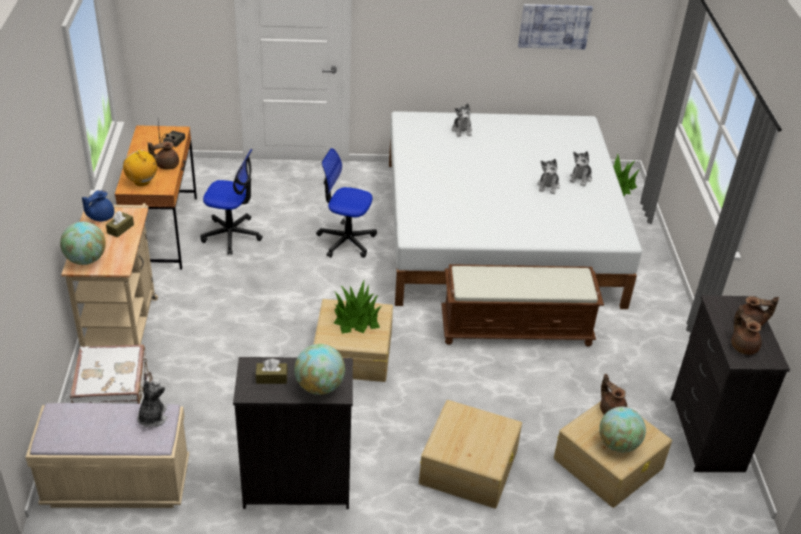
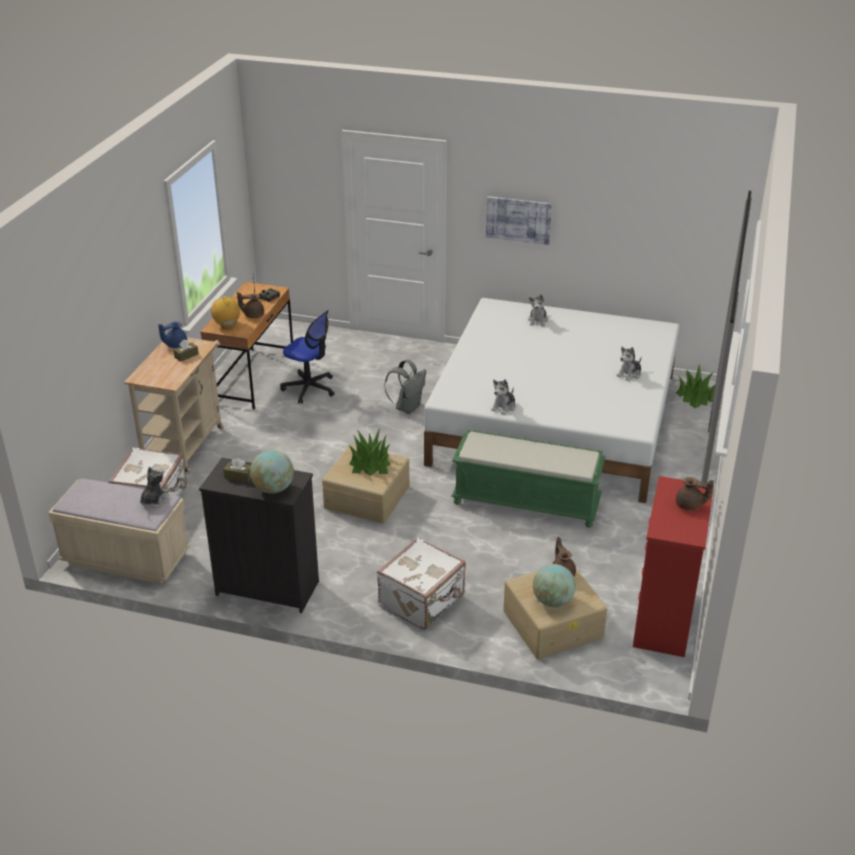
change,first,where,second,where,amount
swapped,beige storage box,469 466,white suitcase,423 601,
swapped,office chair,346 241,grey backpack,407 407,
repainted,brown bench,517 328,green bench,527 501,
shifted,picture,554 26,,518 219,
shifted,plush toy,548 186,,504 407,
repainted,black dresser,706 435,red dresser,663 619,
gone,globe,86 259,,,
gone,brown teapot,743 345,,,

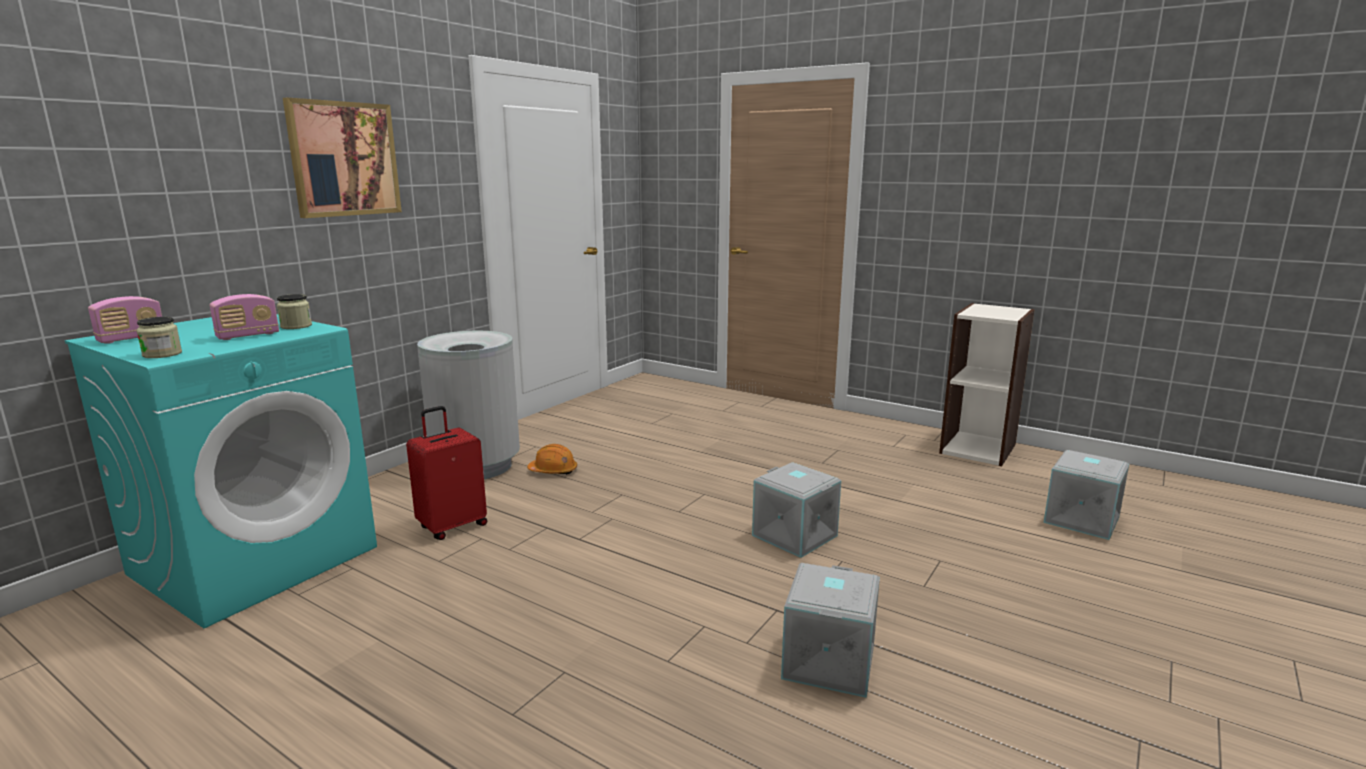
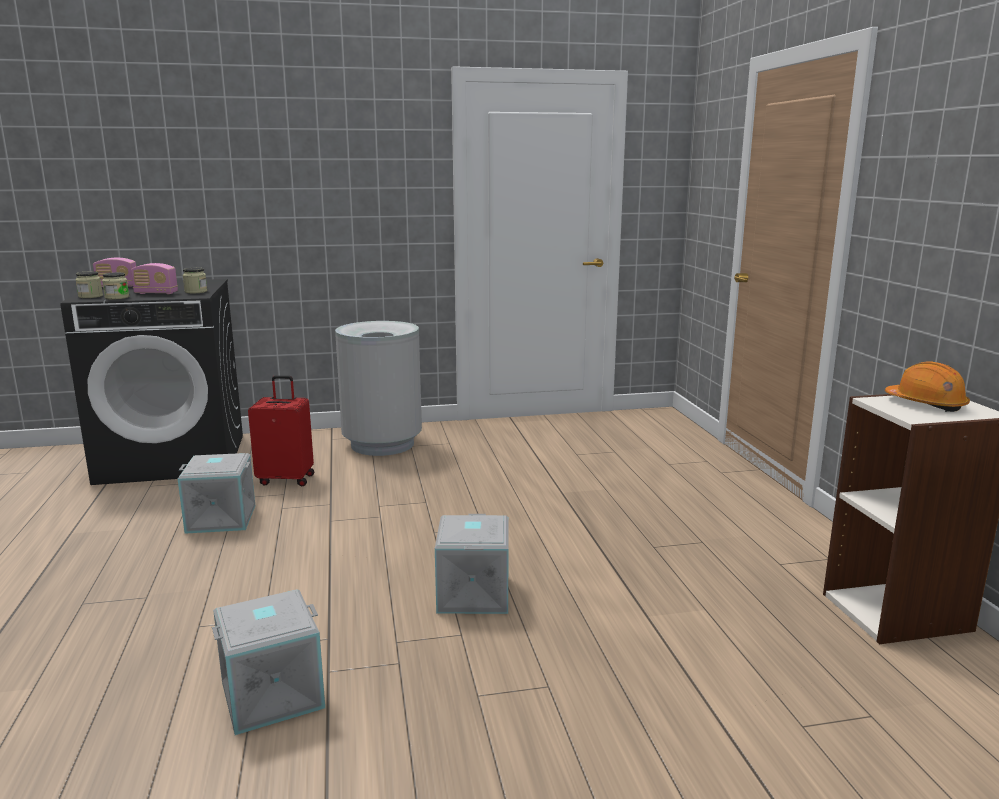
change,first,where,second,where,amount
repainted,turquoise washing machine,256 559,black washing machine,174 458,
new,,,jar,117 297,
shifted,grey storage box,1080 519,,222 518,
shifted,orange hard hat,553 471,,926 404,
gone,picture,344 159,,,

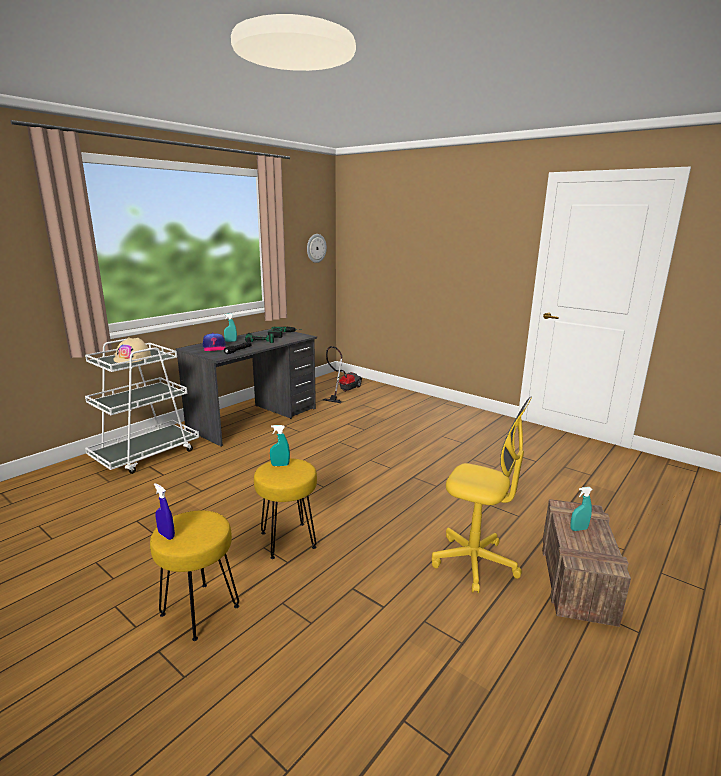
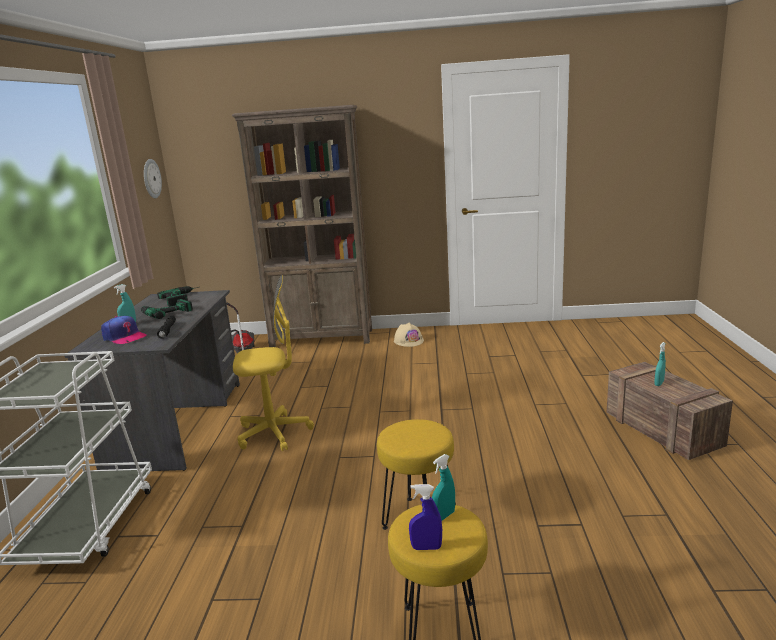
change,first,where,second,where,amount
new,,,brown bookcase,322 338,
shifted,yellow office chair,474 563,,274 433,
shifted,beige hard hat,133 358,,408 341,
shifted,turquoise spray bottle,280 465,,444 516,

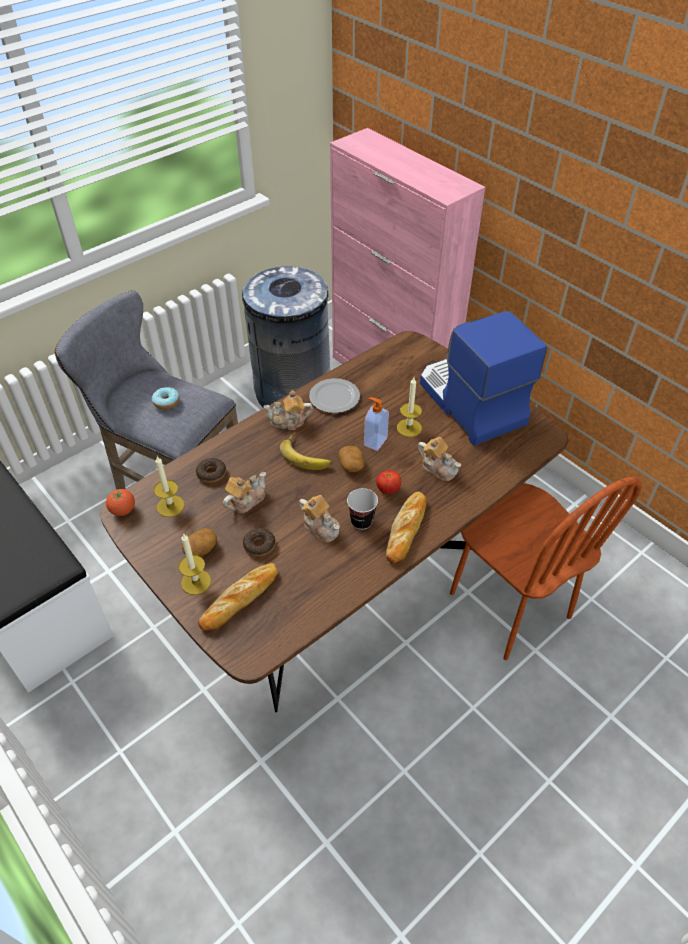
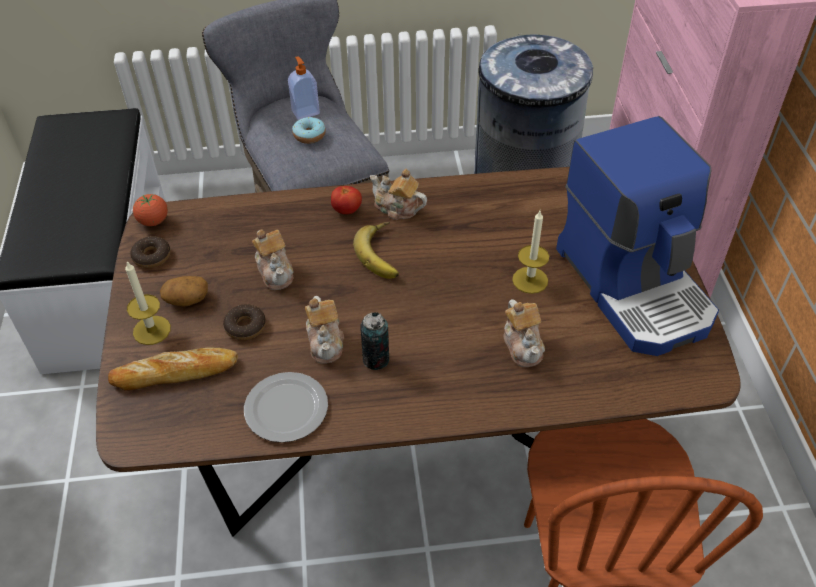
change,first,where,second,where,amount
shifted,donut,211 473,,152 256,
shifted,plate,334 397,,287 408,
rotated,teapot,246 500,,275 271,75 degrees clockwise
shifted,soap dispenser,374 441,,305 112,
shifted,tomato,388 489,,347 210,
swapped,cup,361 521,can,376 359,
rotated,coffee machine,469 403,,636 286,150 degrees clockwise
gone,candle,170 506,,,
gone,potato,352 465,,,
gone,bread,406 529,,,

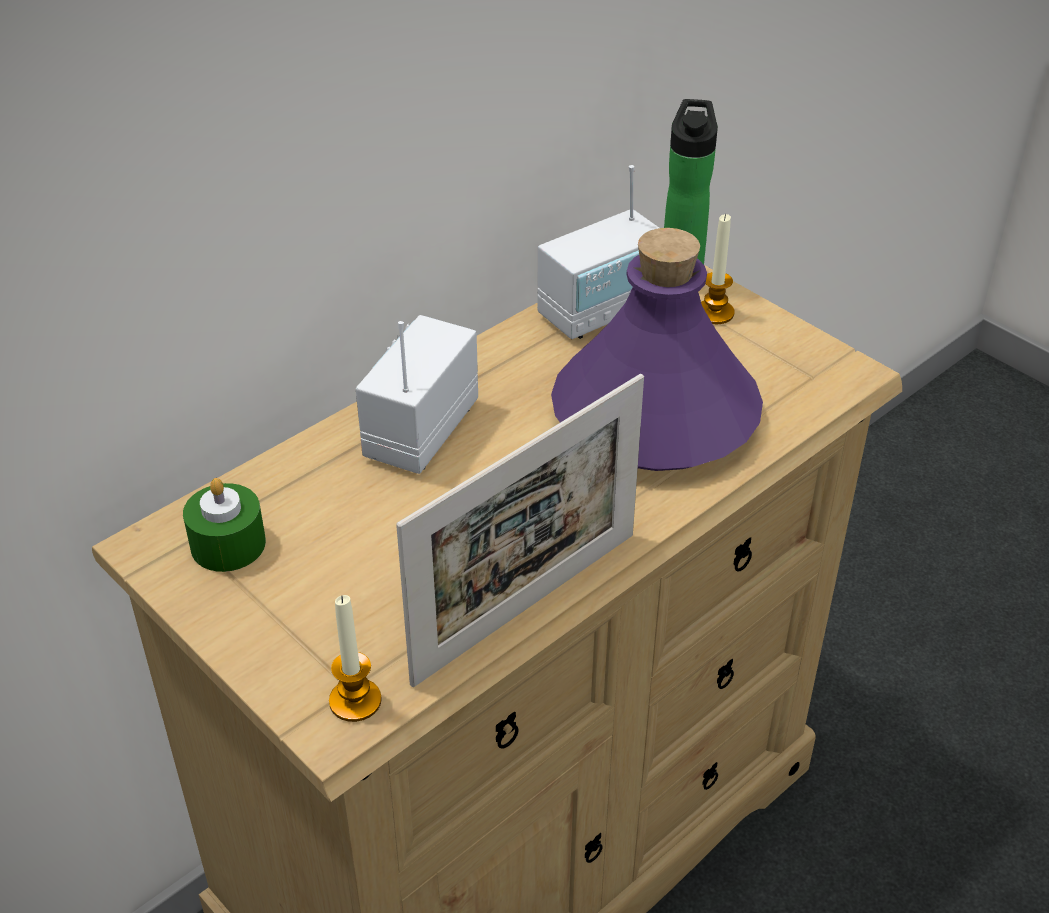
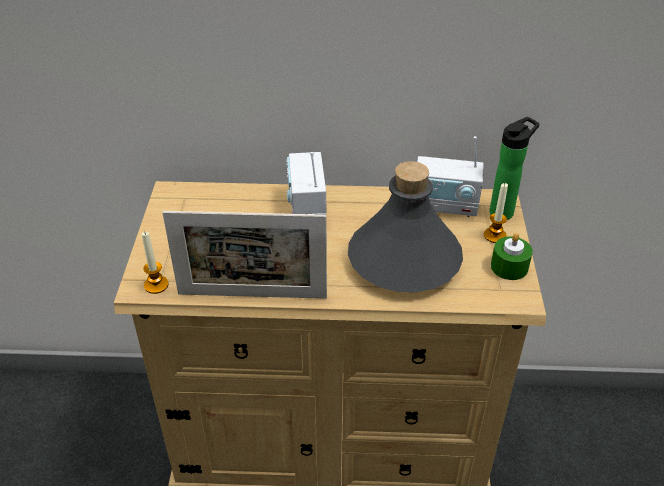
change,first,where,second,where,amount
rotated,radio,420 431,,307 209,75 degrees counterclockwise
repainted,purple bottle,656 415,grey bottle,405 260,
shifted,green candle,228 544,,509 267,

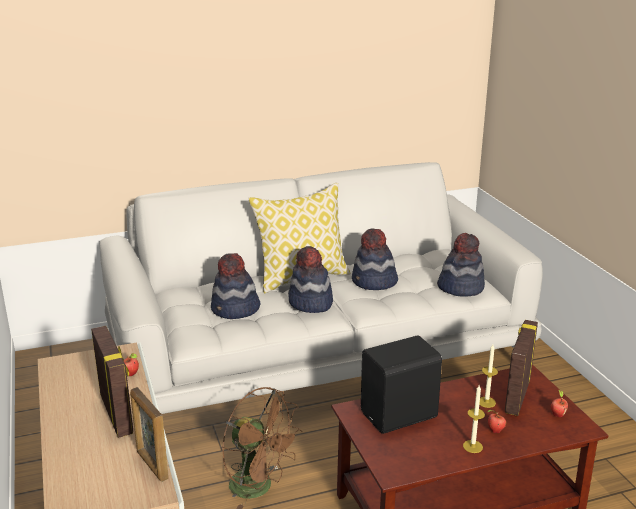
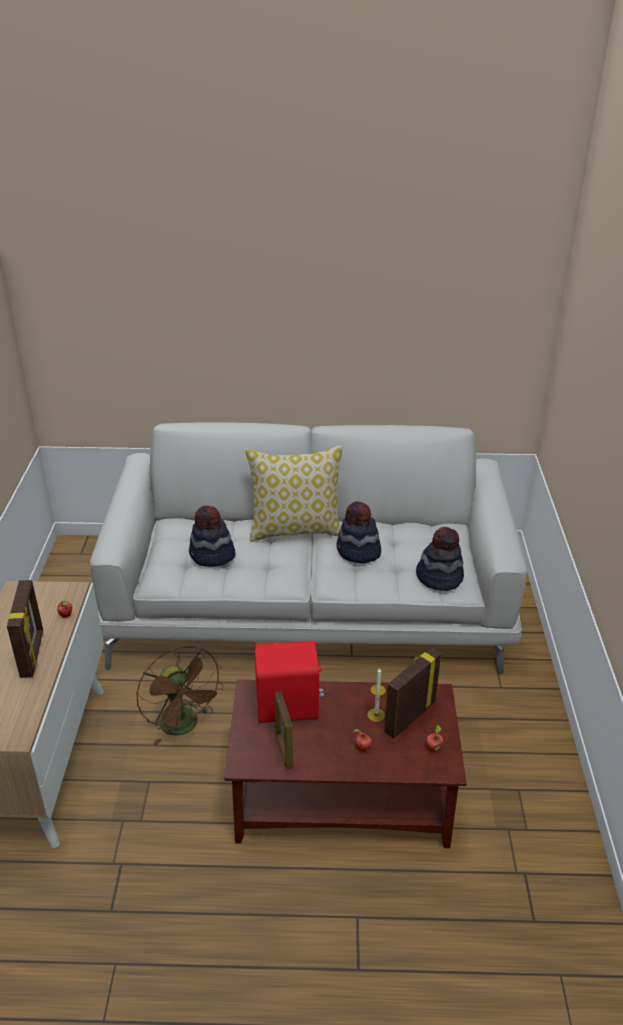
change,first,where,second,where,amount
repainted,black speaker,401 416,red speaker,288 708,
shifted,picture frame,152 465,,284 751,
gone,hat,310 303,,,
gone,candle,472 446,,,

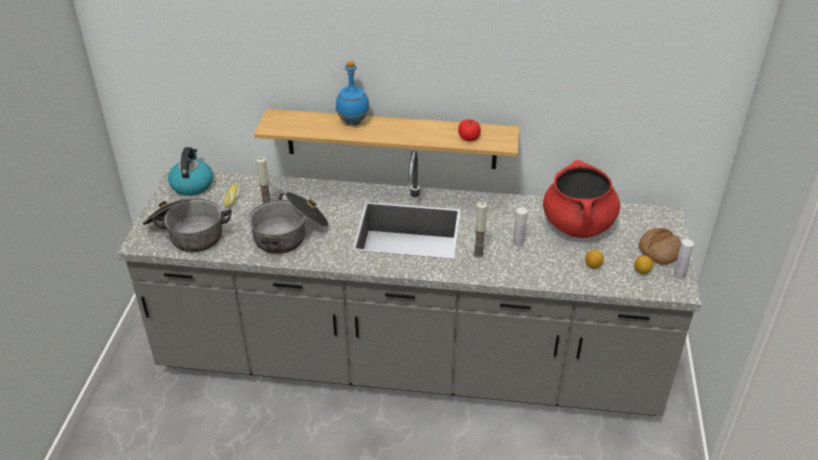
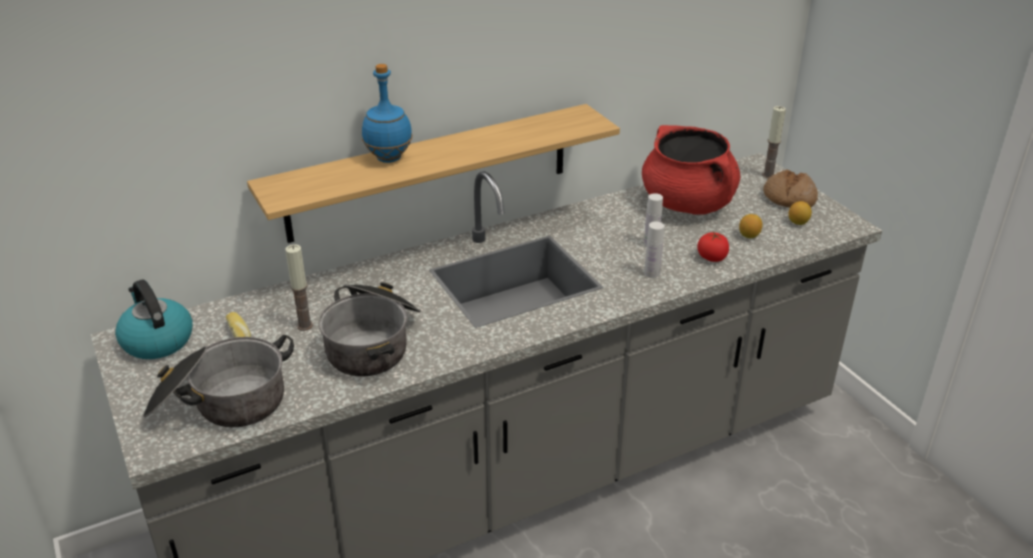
change,first,where,second,where,amount
shifted,white bottle,679 275,,652 273,
shifted,tomato,469 138,,712 258,
shifted,candle,478 254,,768 175,

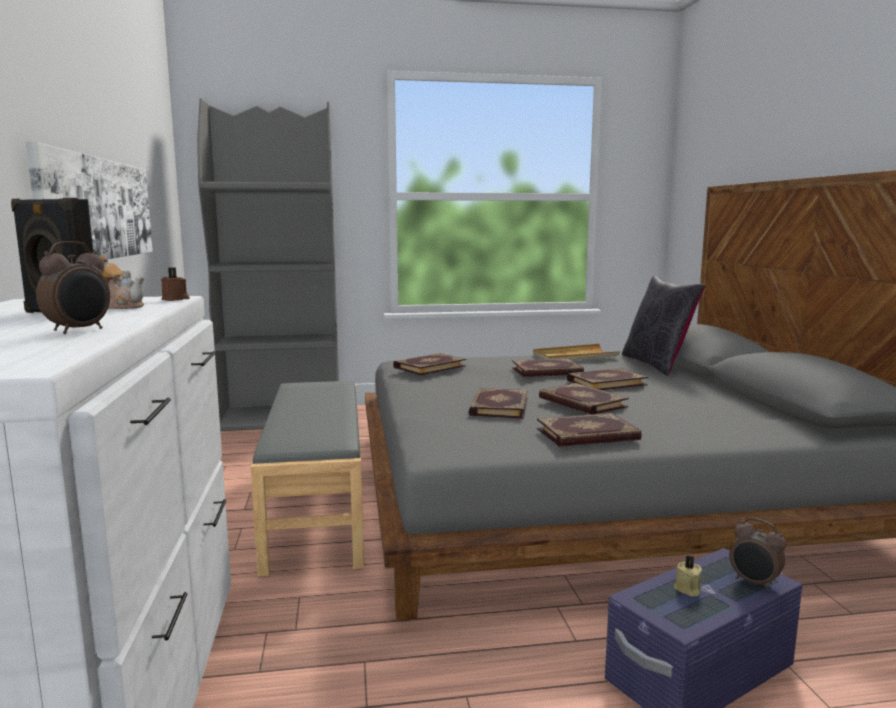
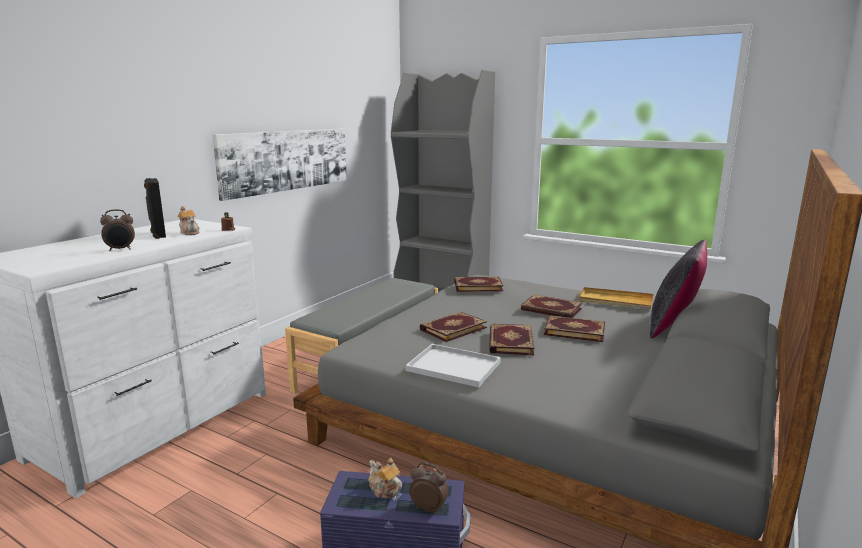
change,first,where,second,where,amount
swapped,beige candle,687 589,teapot,384 489,
swapped,book,588 435,white tray,451 366,
rotated,alarm clock,754 583,,429 508,120 degrees clockwise

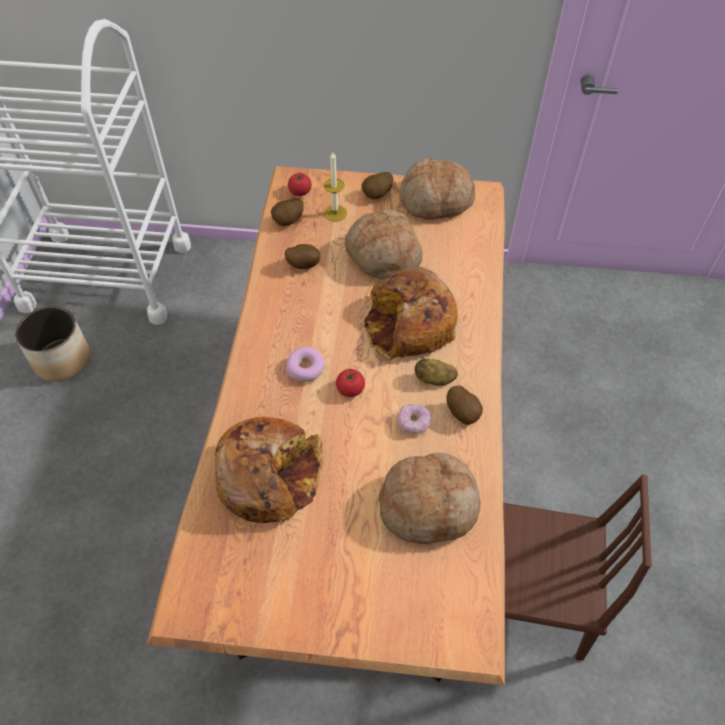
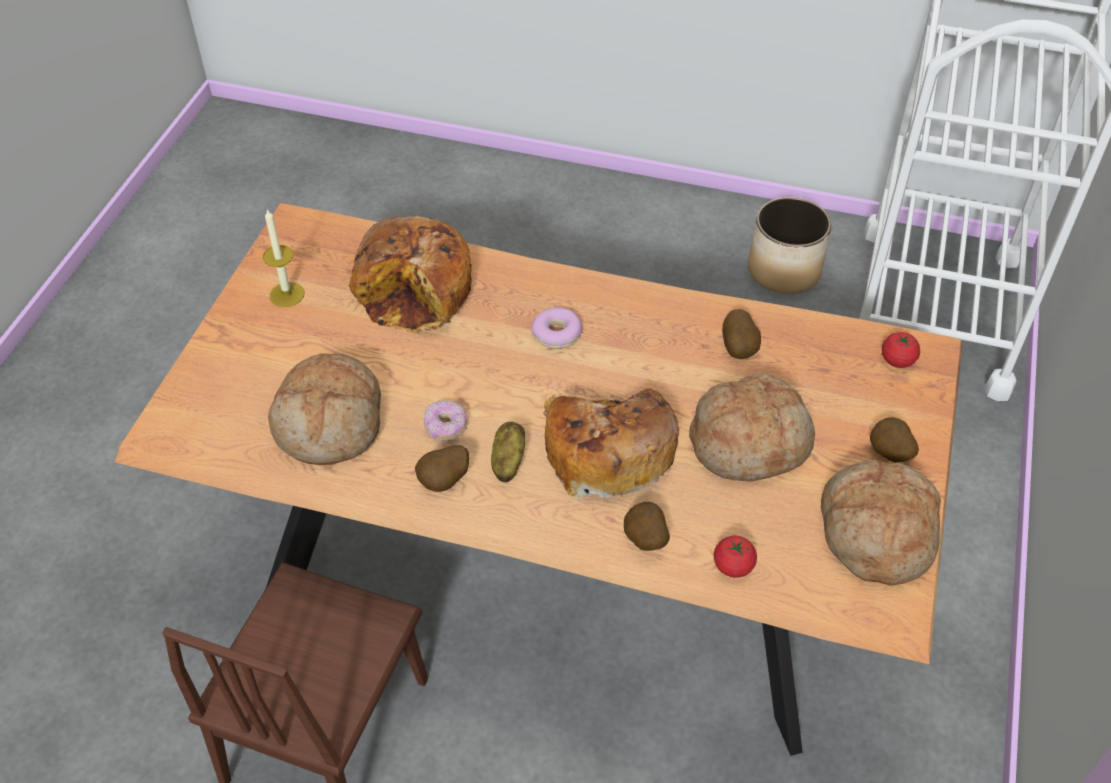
change,first,where,second,where,amount
shifted,candle,335 213,,287 294,
shifted,potato,289 222,,644 540,
shifted,tomato,350 389,,733 566,

